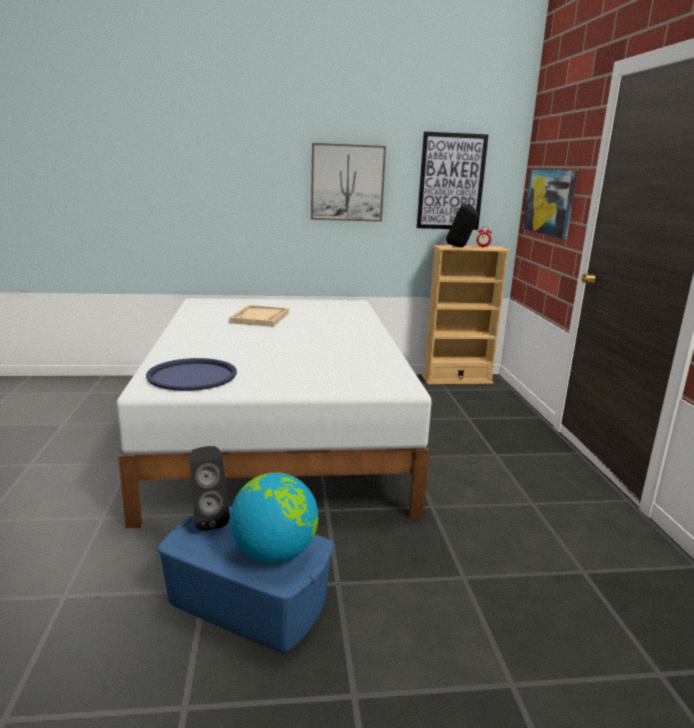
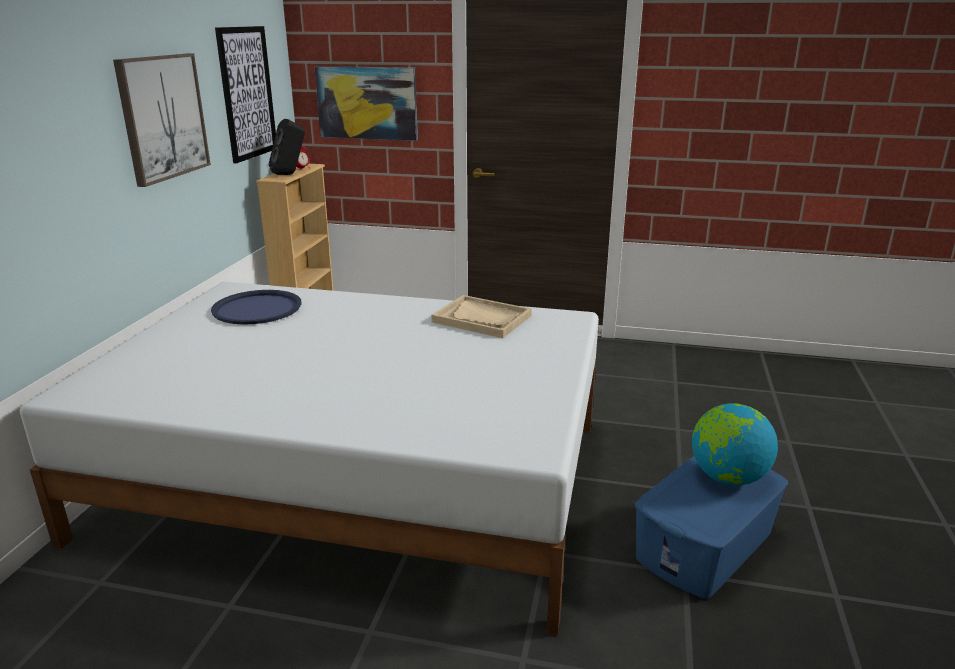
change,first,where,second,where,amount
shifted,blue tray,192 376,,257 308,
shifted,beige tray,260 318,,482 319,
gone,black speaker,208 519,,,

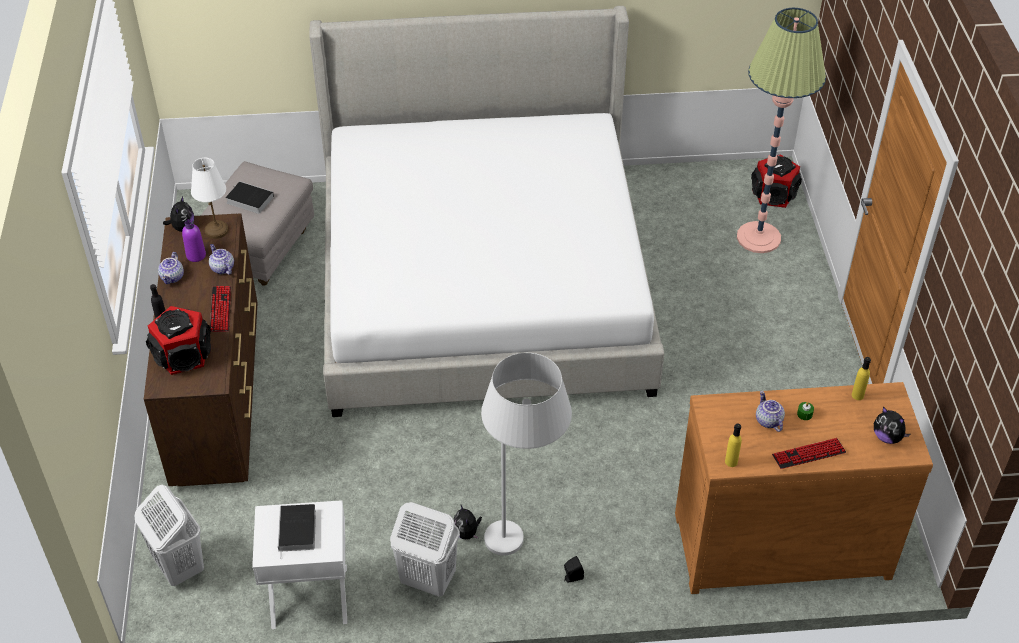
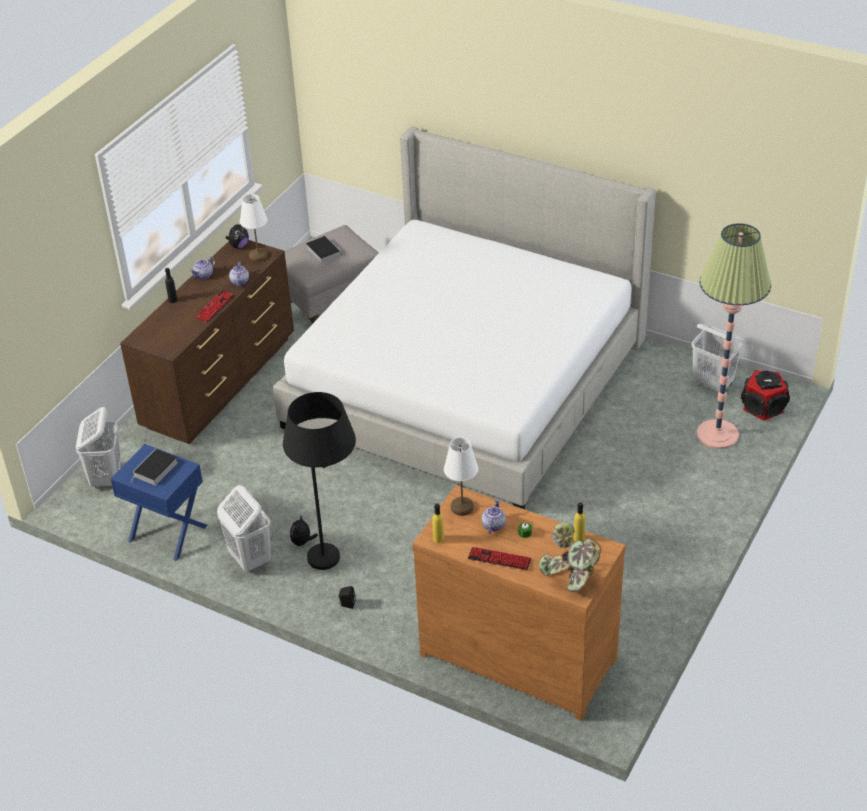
change,first,where,second,where,amount
repainted,white nightstand,309 597,blue nightstand,167 534,
repainted,white floor lamp,524 545,black floor lamp,333 568,
new,,,white table lamp,462 507,
swapped,plush toy,887 437,potted plant,571 575,
new,,,white laundry basket,713 384,
gone,speaker,184 356,,,
gone,purple bottle,196 255,,,

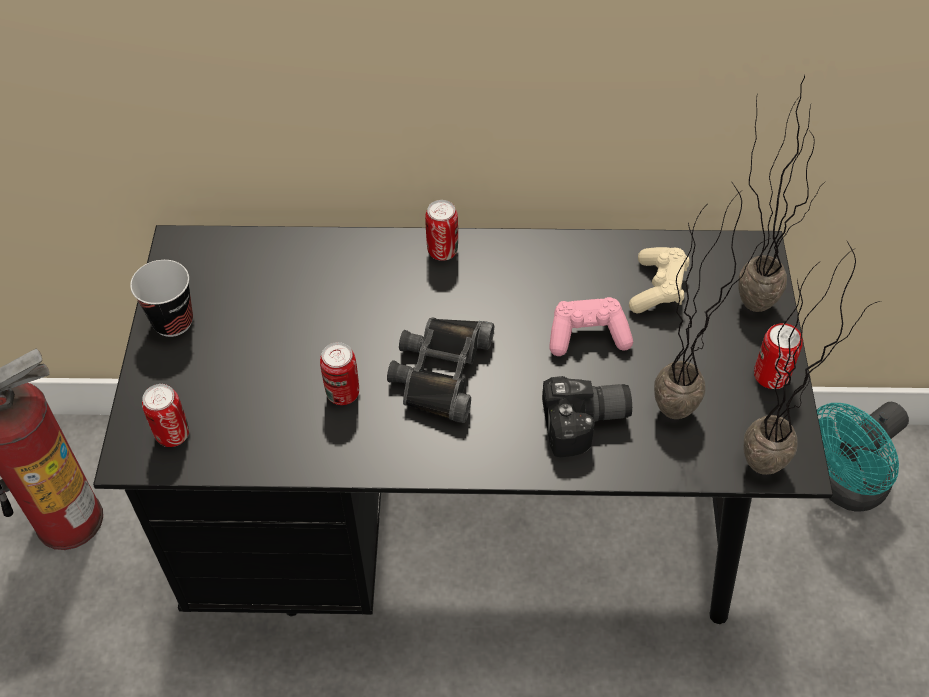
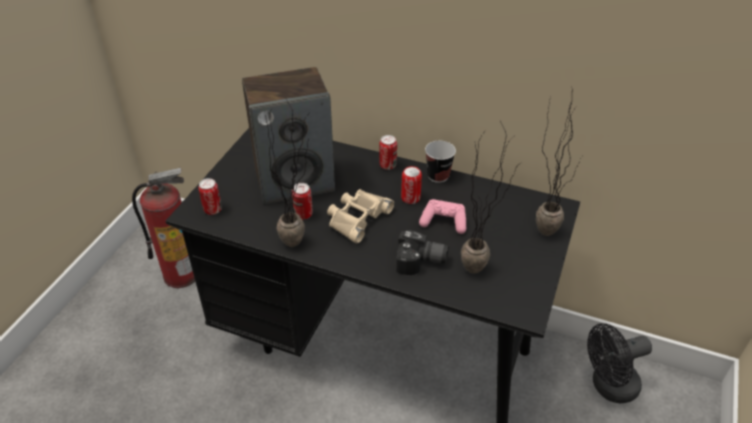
change,first,where,second,where,amount
new,,,speaker,295 181,
shifted,potted plant,774 457,,301 241,
repainted,black binoculars,439 371,beige binoculars,357 218,
shifted,can,771 375,,410 198,
shifted,cup,173 321,,438 176,
repainted,turquoise fan,843 488,black fan,608 386,
gone,beige game controller,658 289,,,

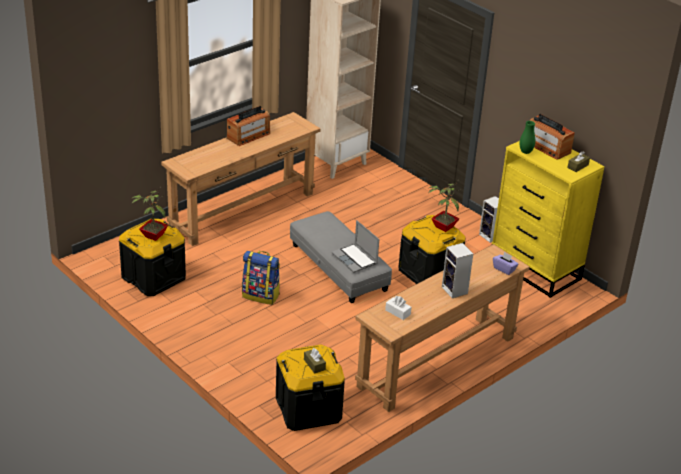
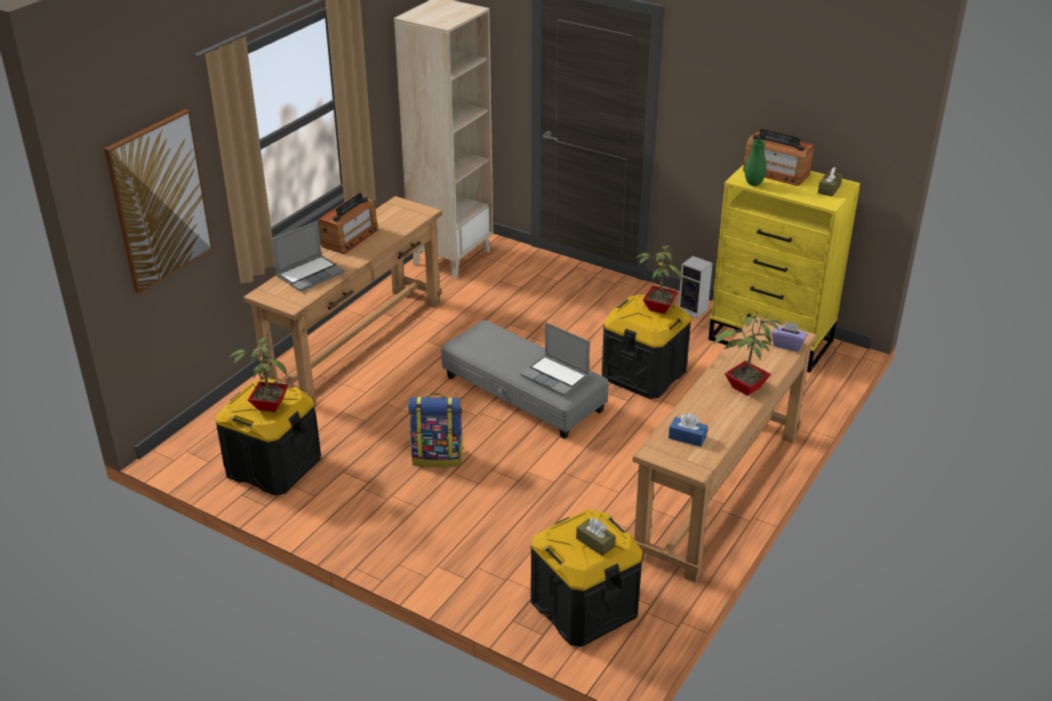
change,first,where,second,where,amount
new,,,picture,159 201,
new,,,laptop,310 274,
repainted,white tissue box,397 312,blue tissue box,687 437,
swapped,speaker,455 291,potted plant,744 389,

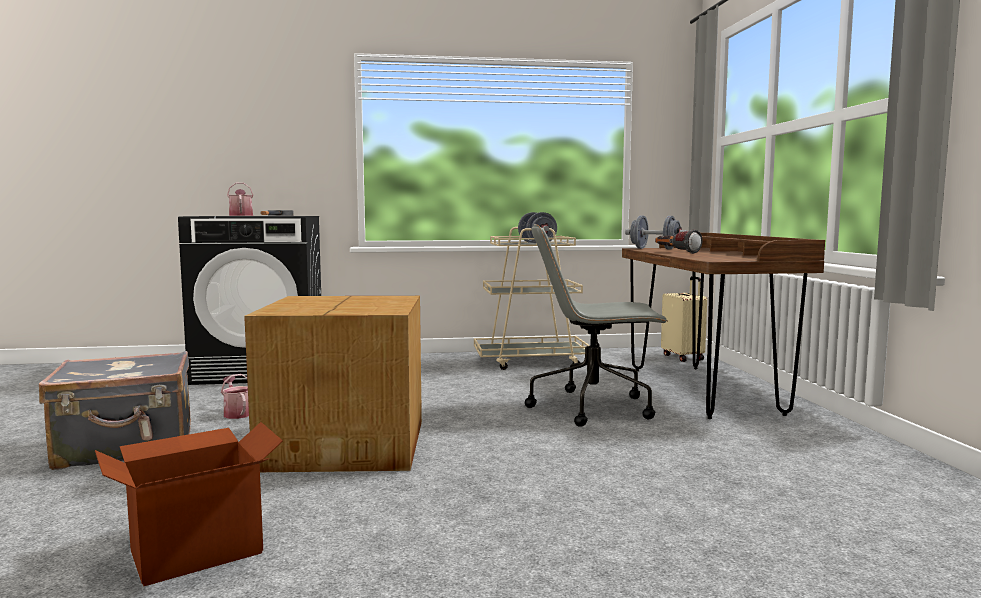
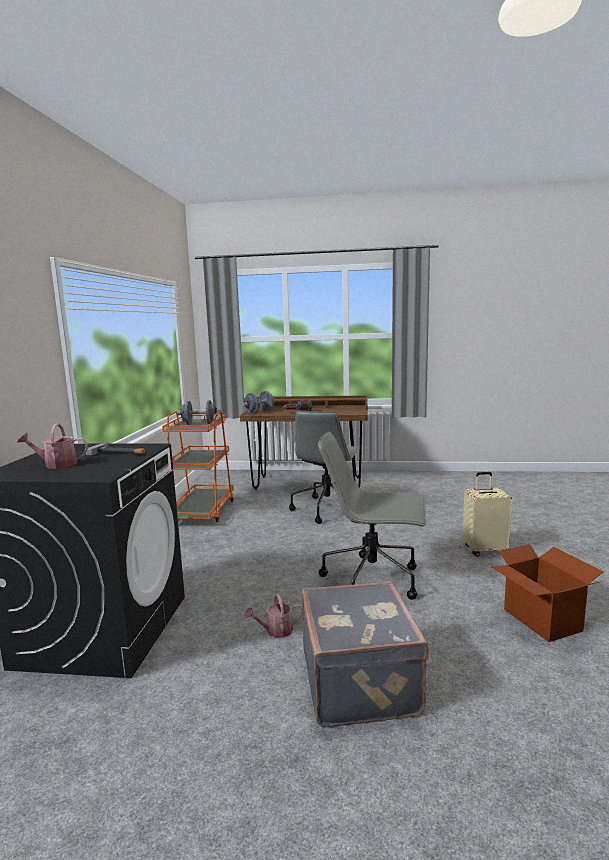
change,first,where,second,where,amount
repainted,beige cart,531 361,orange cart,202 511,
swapped,cardboard box,348 444,grey office chair,373 579,
shifted,beige suitcase,683 357,,485 550,

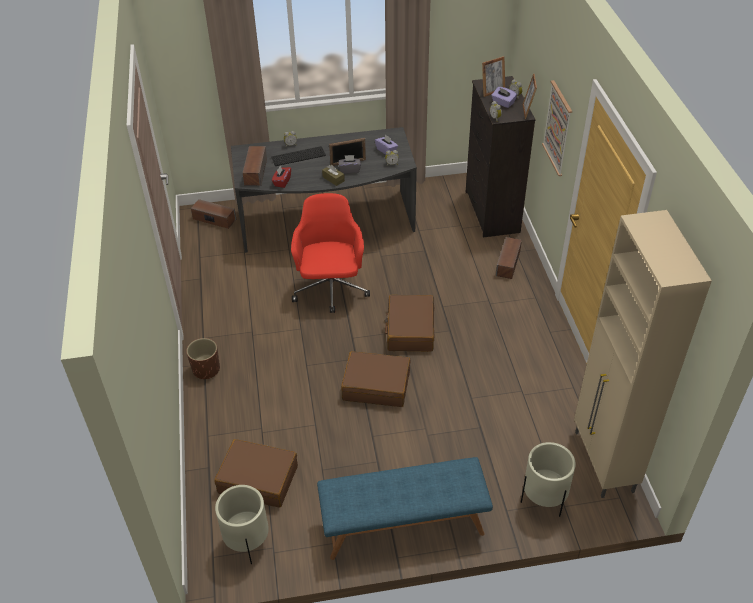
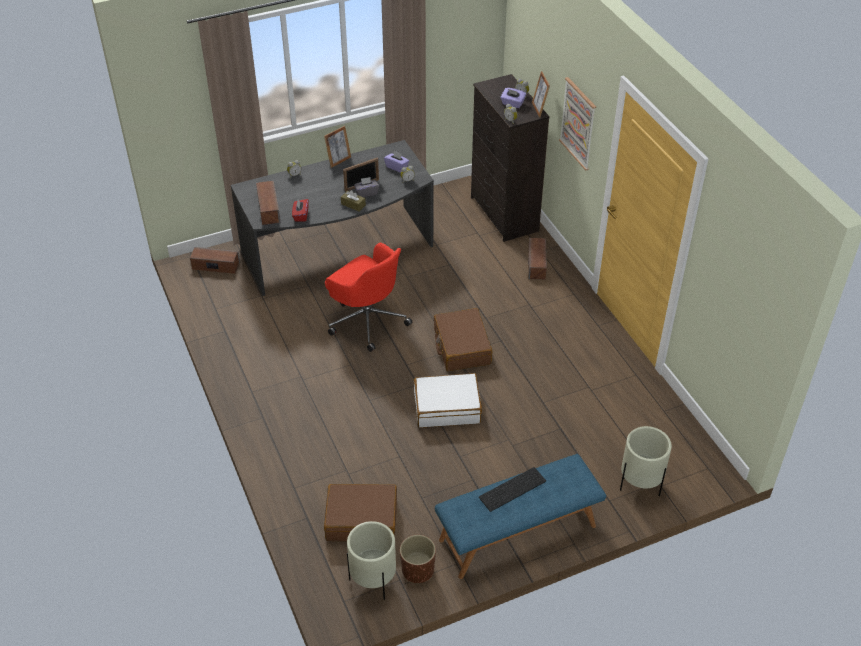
change,first,where,second,where,amount
shifted,picture frame,492 91,,338 161,
rotated,red office chair,331 289,,367 319,150 degrees clockwise
shifted,brown planter,206 369,,417 570,
repainted,brown suitcase,376 385,white suitcase,447 407,
shifted,keyboard,298 155,,512 488,
gone,beige cabinet,603 463,,,

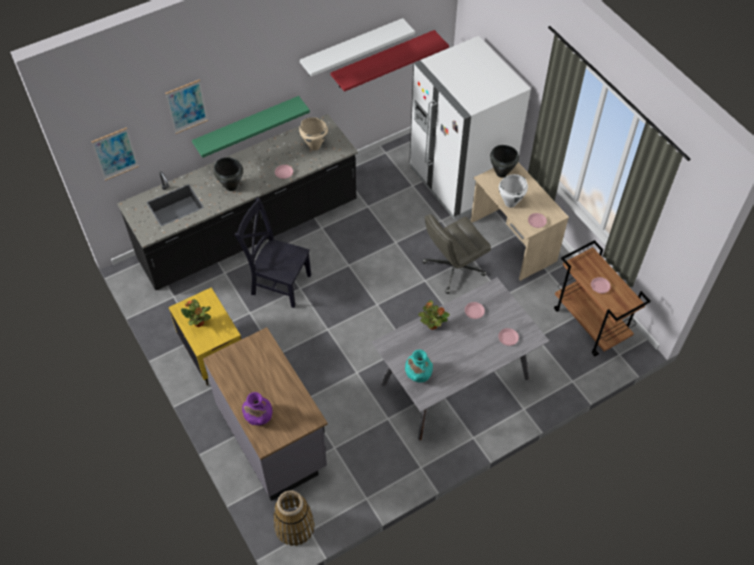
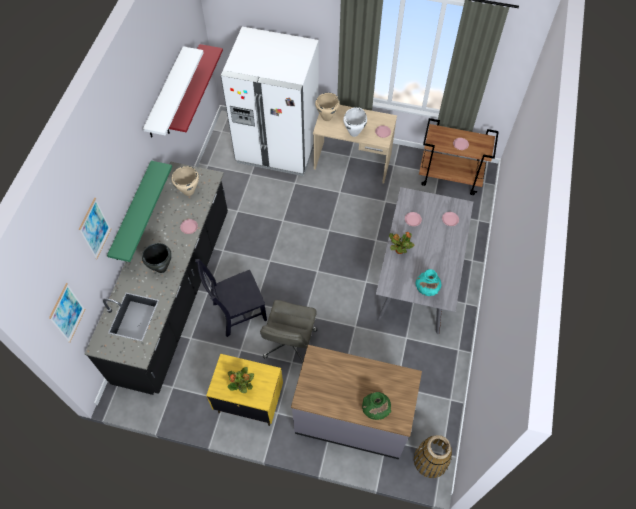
change,first,where,second,where,amount
shifted,grey office chair,453 269,,290 344,
repainted,black cooking pot,501 173,beige cooking pot,326 117,
repainted,purple vase,258 416,green vase,375 409,

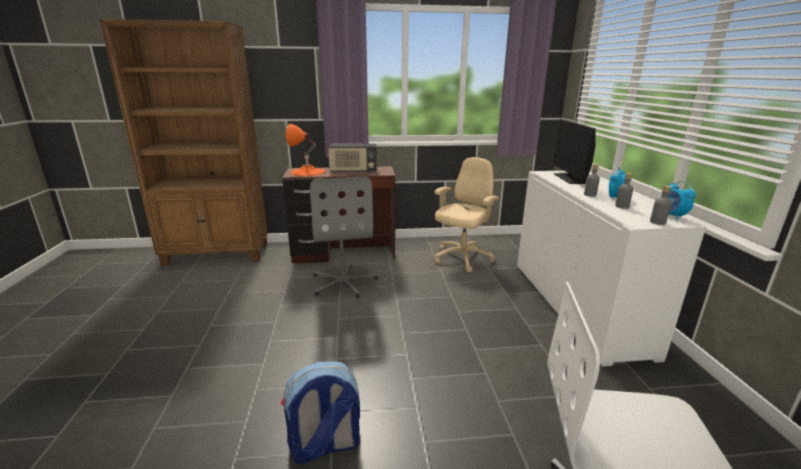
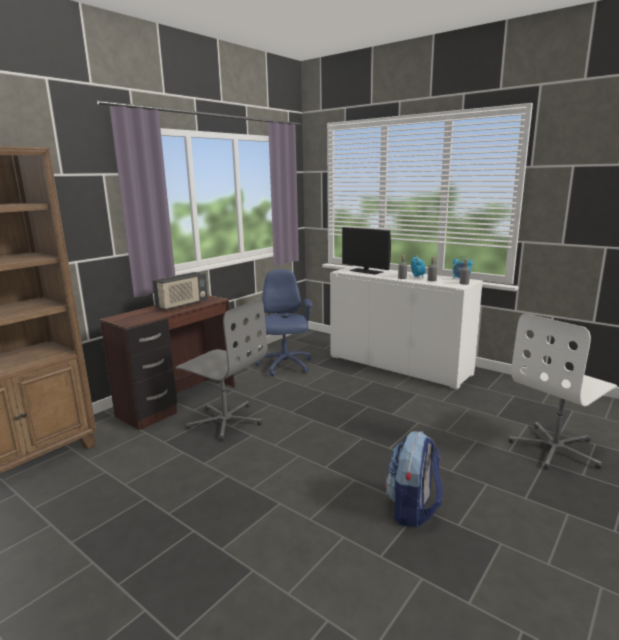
change,first,where,second,where,amount
repainted,beige office chair,462 259,blue office chair,284 366,
gone,orange table lamp,307 172,,,

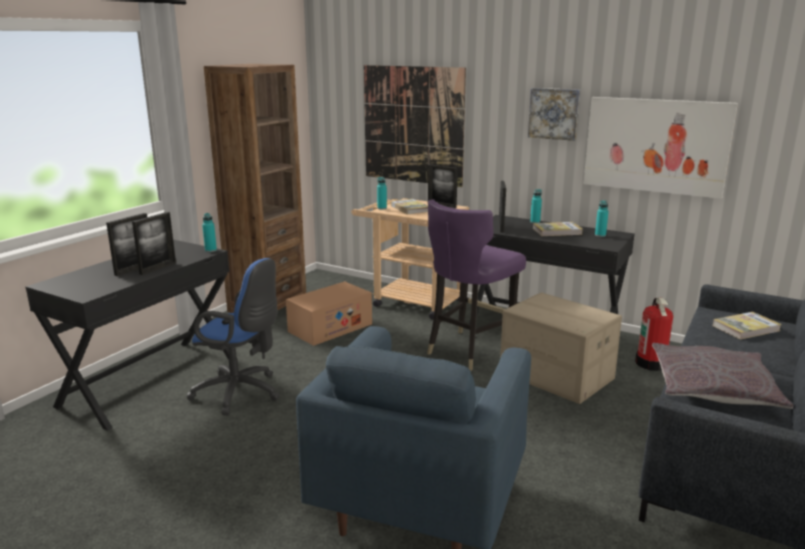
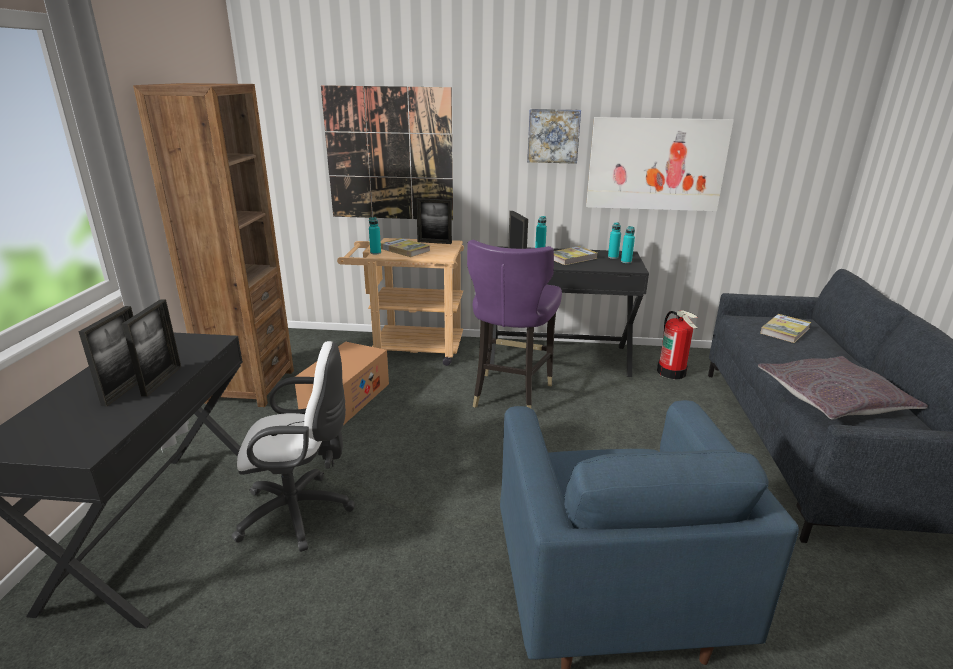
change,first,where,second,where,amount
repainted,blue office chair,241 393,white office chair,301 512,
shifted,turquoise bottle,210 250,,626 261,
gone,cardboard box,555 376,,,

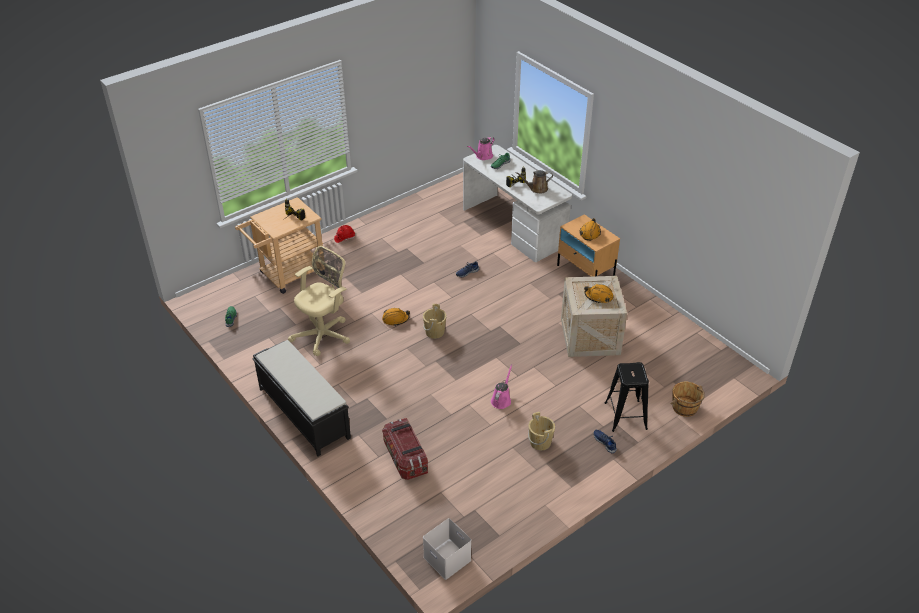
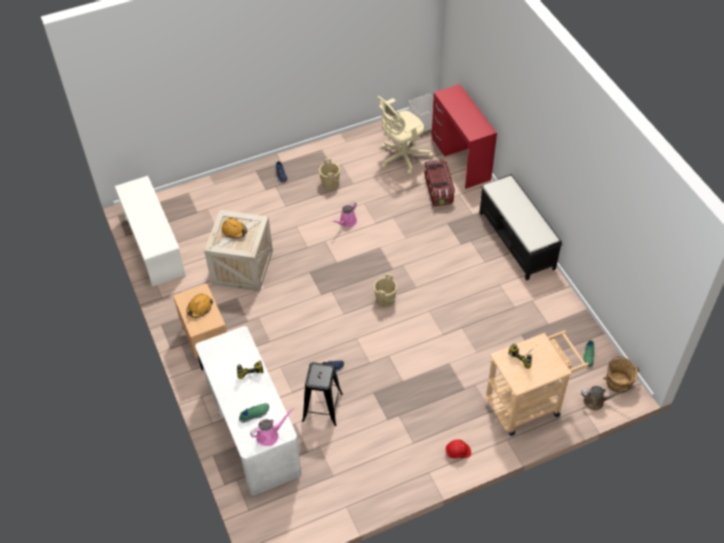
change,first,where,second,where,amount
new,,,white shoe rack,154 246,
shifted,black stool,625 416,,322 407,
shifted,beige office chair,324 334,,401 157,
new,,,red desk,461 159,
shifted,brown watering can,537 189,,596 401,
shifted,brown bucket,685 408,,618 382,
gone,orange hard hat,395 319,,,

